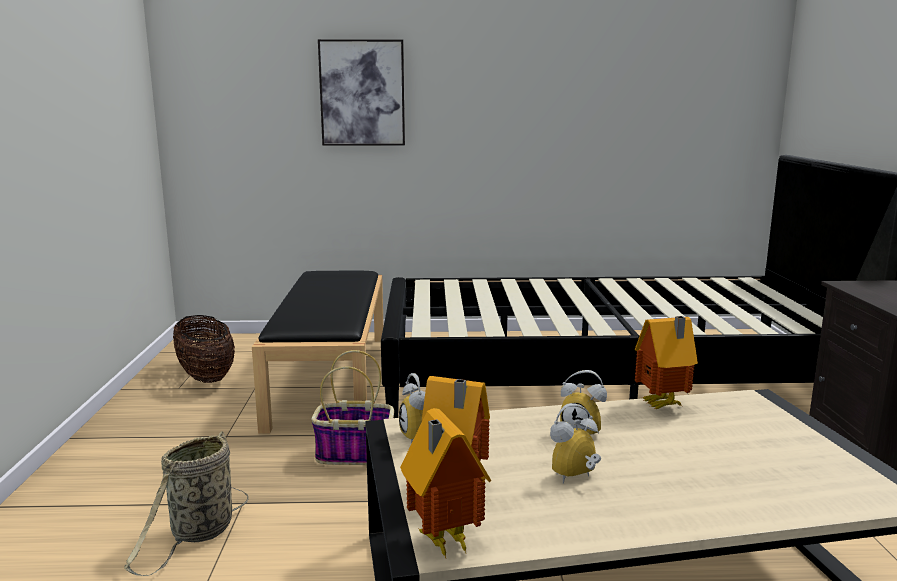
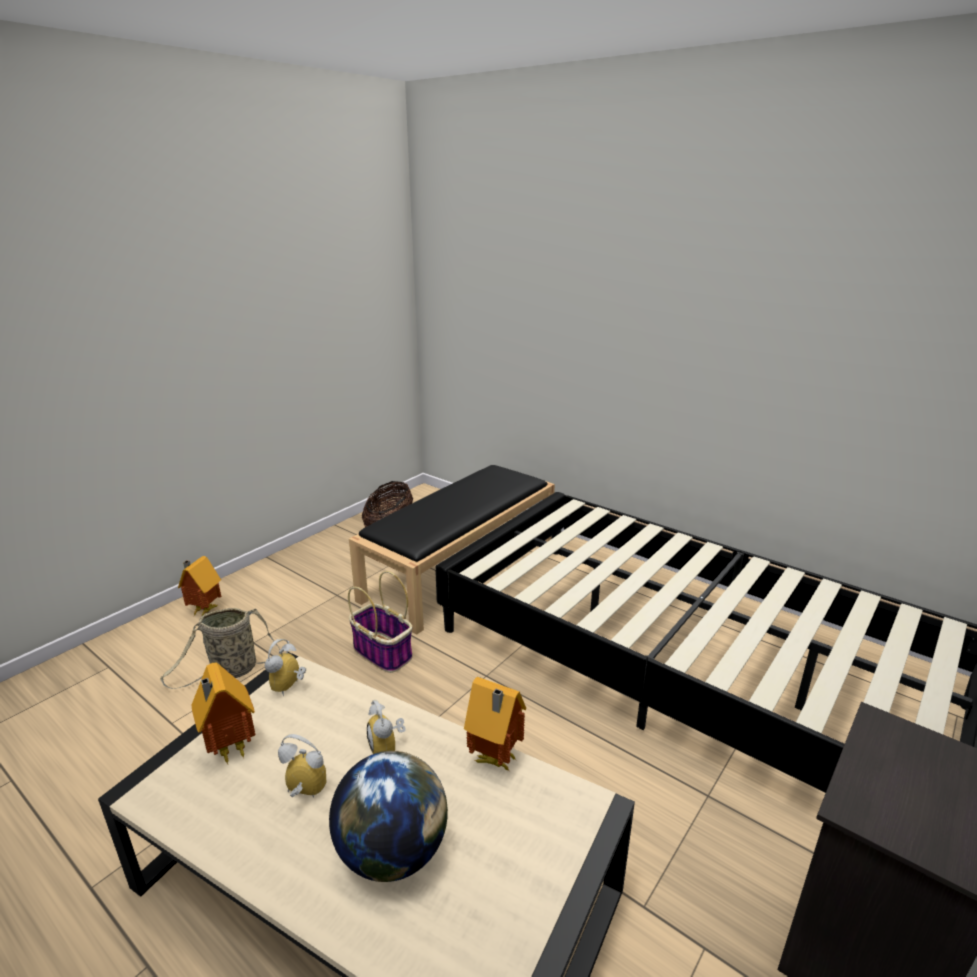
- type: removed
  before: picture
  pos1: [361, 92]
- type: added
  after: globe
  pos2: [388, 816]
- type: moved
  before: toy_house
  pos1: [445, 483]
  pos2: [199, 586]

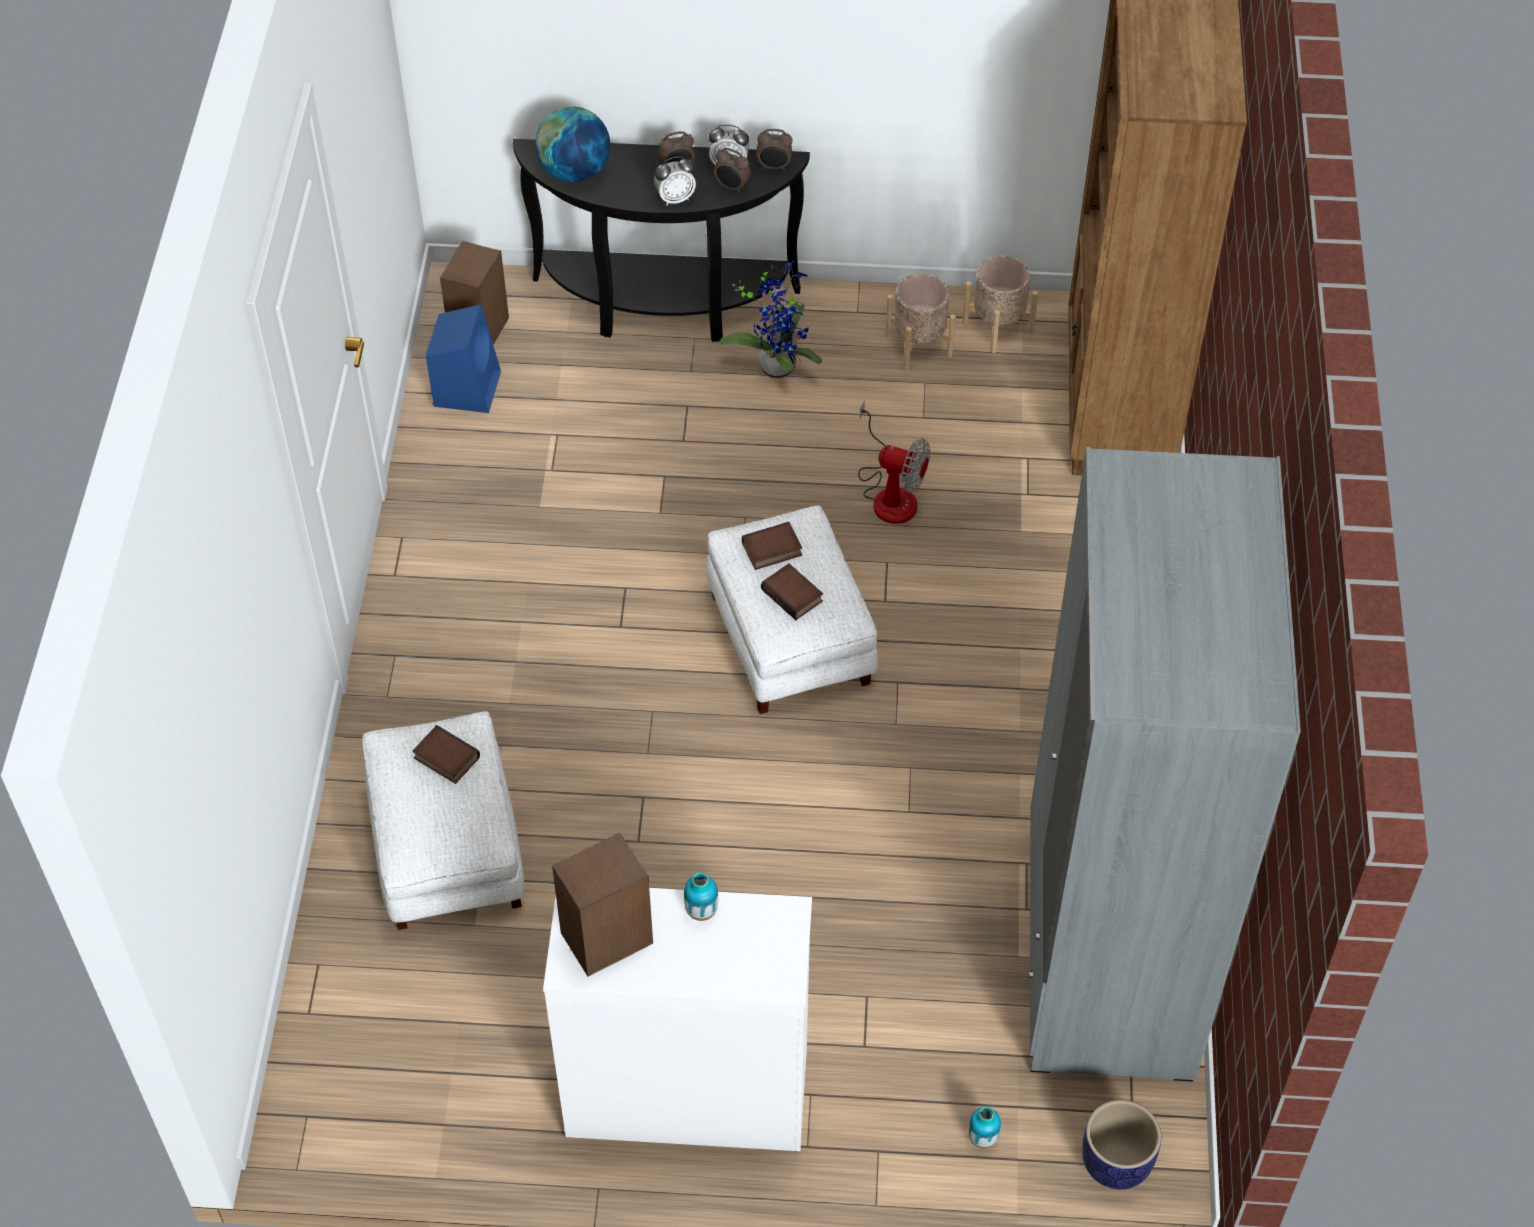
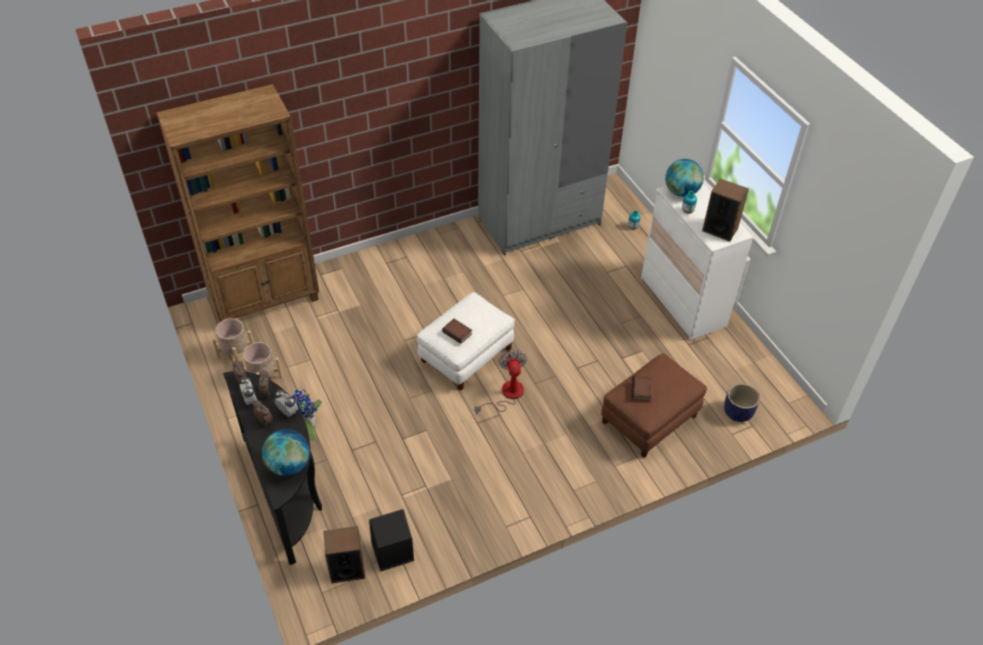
- type: removed
  before: book
  pos1: [792, 591]
- type: added
  after: globe
  pos2: [684, 178]
- type: moved
  before: fan
  pos1: [894, 462]
  pos2: [500, 382]
- type: moved
  before: planter
  pos1: [1121, 1144]
  pos2: [742, 402]
- type: recoloured
  before: white_ottoman
  after: brown_ottoman
  pos1: [443, 820]
  pos2: [654, 405]
- type: recoloured
  before: blue_speaker
  after: black_speaker
  pos1: [463, 358]
  pos2: [391, 540]

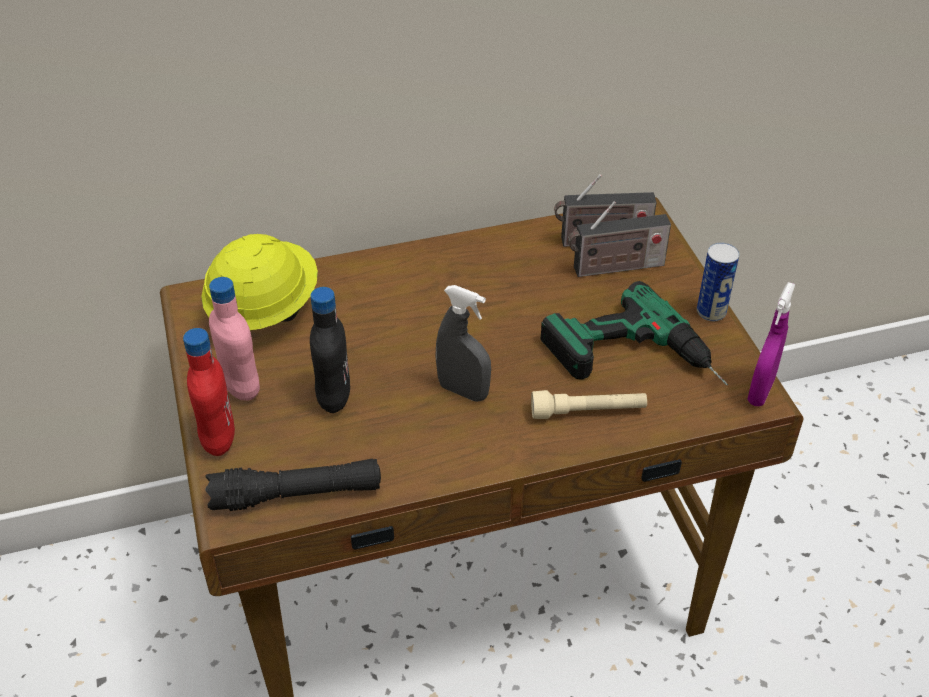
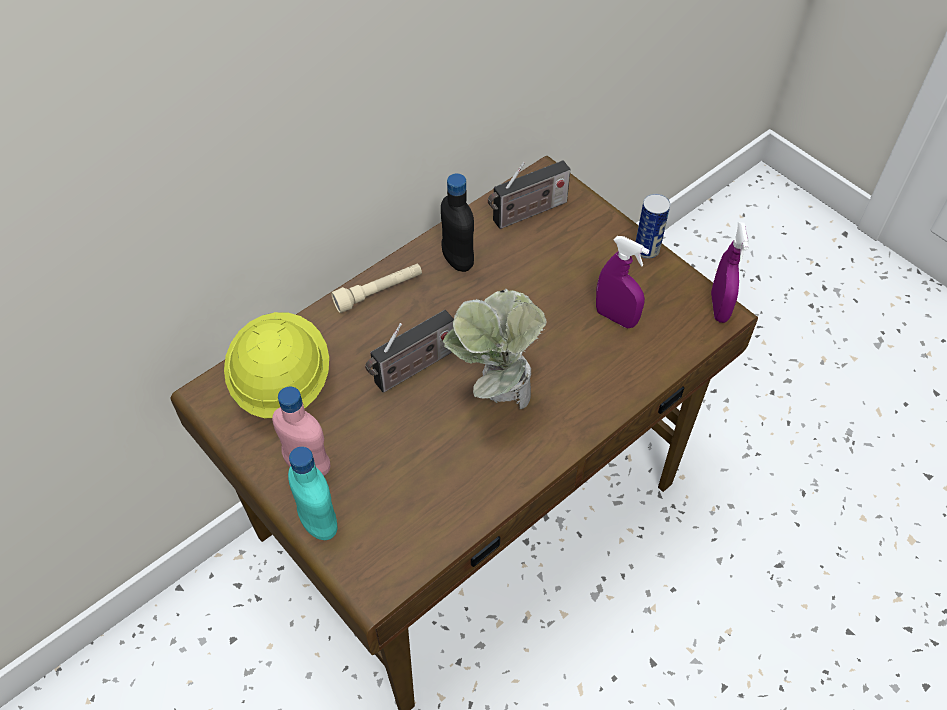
- type: removed
  before: black_flashlight
  pos1: [293, 485]
- type: moved
  before: black_bottle
  pos1: [330, 350]
  pos2: [457, 222]
- type: moved
  before: beige_flashlight
  pos1: [589, 404]
  pos2: [376, 288]
- type: moved
  before: radio
  pos1: [619, 239]
  pos2: [409, 351]
- type: replaced
  before: grey_spray_bottle
  after: potted_plant
  pos1: [463, 343]
  pos2: [495, 349]
- type: replaced
  before: power_drill
  after: purple_spray_bottle
  pos1: [634, 333]
  pos2: [622, 282]
- type: recoloured
  before: red_bottle
  after: turquoise_bottle
  pos1: [209, 392]
  pos2: [312, 493]

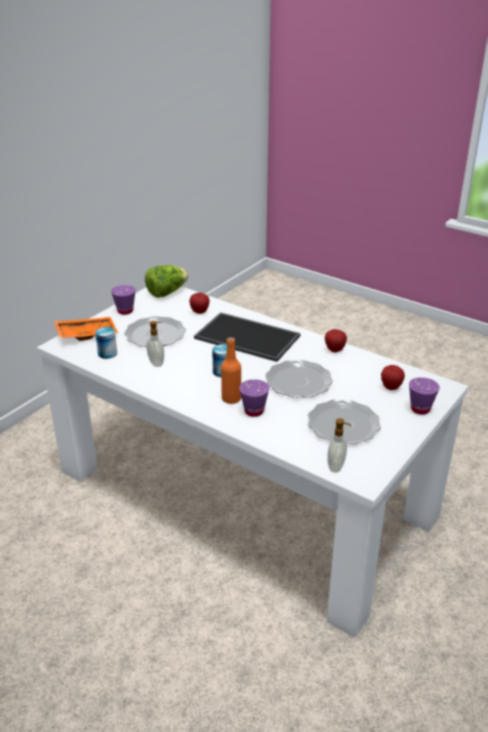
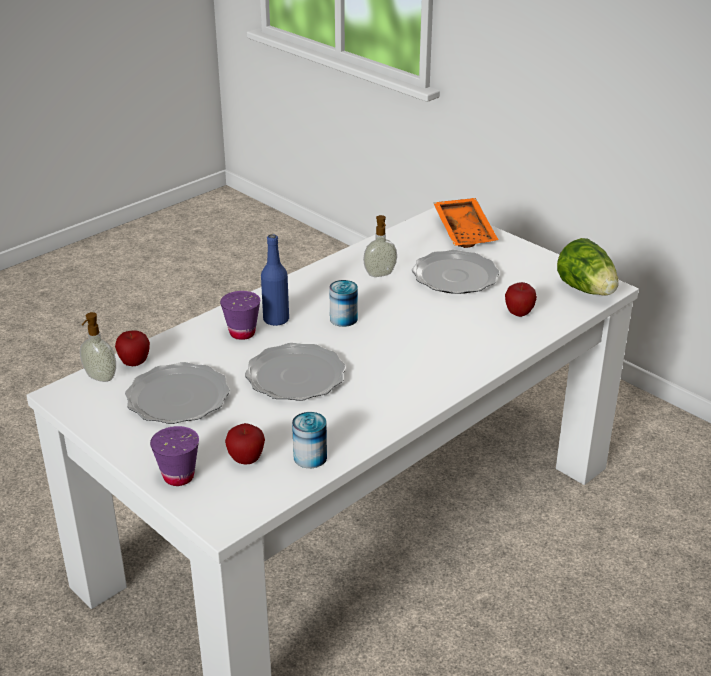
- type: removed
  before: purple_cup
  pos1: [123, 300]
- type: removed
  before: tray
  pos1: [247, 337]
- type: moved
  before: can
  pos1: [106, 343]
  pos2: [309, 440]
- type: moved
  before: apple
  pos1: [336, 341]
  pos2: [132, 348]
- type: recoloured
  before: orange_bottle
  after: blue_bottle
  pos1: [231, 370]
  pos2: [275, 280]

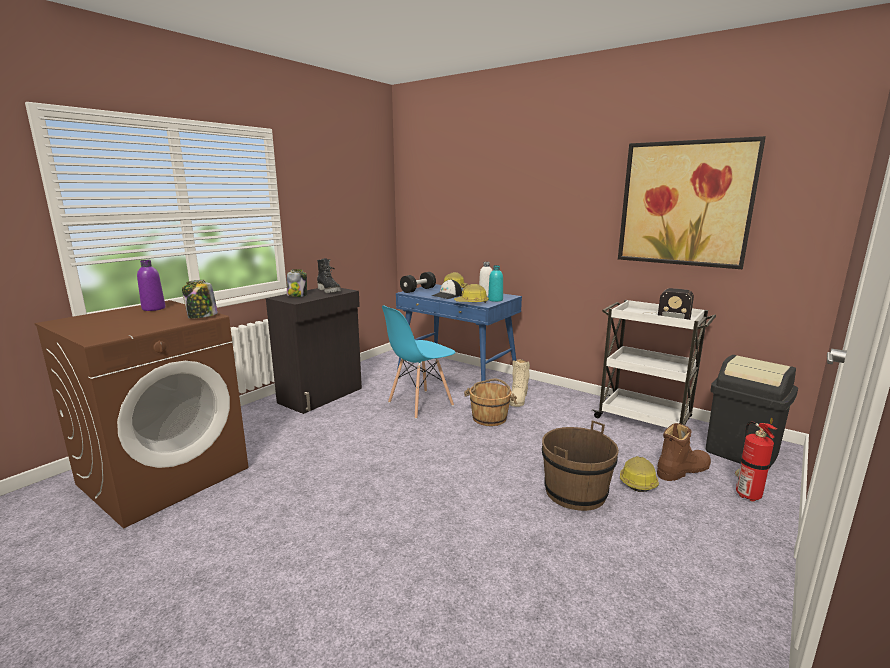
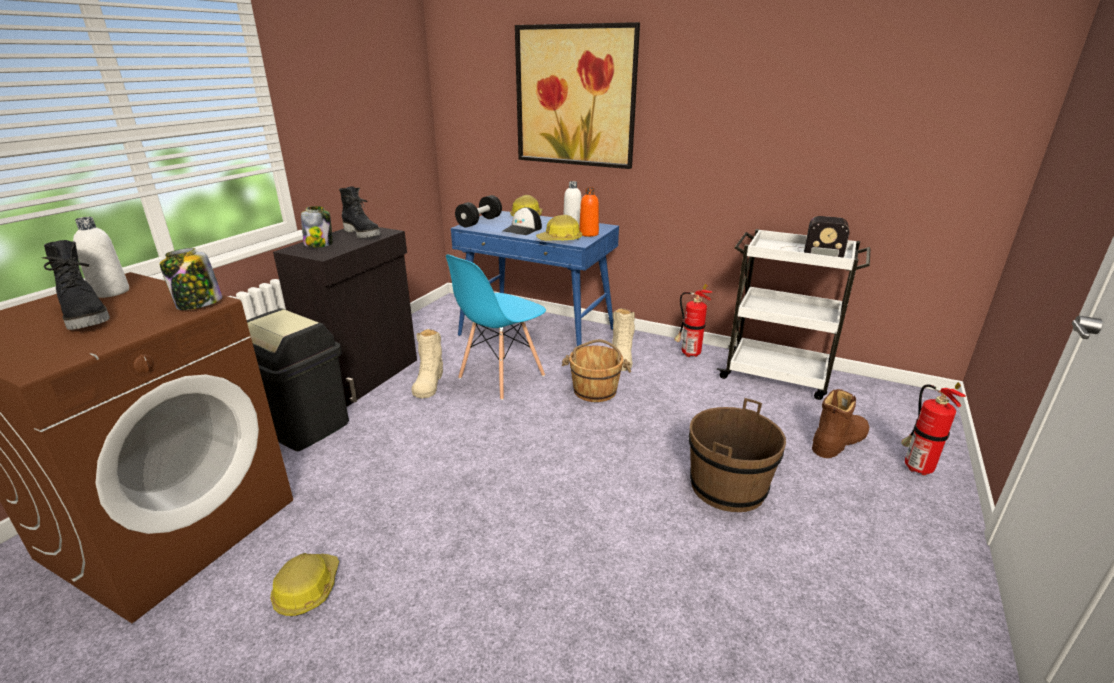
- type: added
  after: black_boot
  pos2: [76, 285]
- type: added
  after: beige_boot
  pos2: [427, 363]
- type: added
  after: fire_extinguisher
  pos2: [693, 320]
- type: moved
  before: picture
  pos1: [692, 202]
  pos2: [577, 95]
- type: moved
  before: hard_hat
  pos1: [639, 474]
  pos2: [304, 584]
- type: moved
  before: black_trash_can
  pos1: [751, 411]
  pos2: [298, 380]
- type: recoloured
  before: purple_bottle
  after: white_bottle
  pos1: [151, 285]
  pos2: [101, 257]
- type: recoloured
  before: turquoise_bottle
  after: orange_bottle
  pos1: [495, 283]
  pos2: [589, 212]

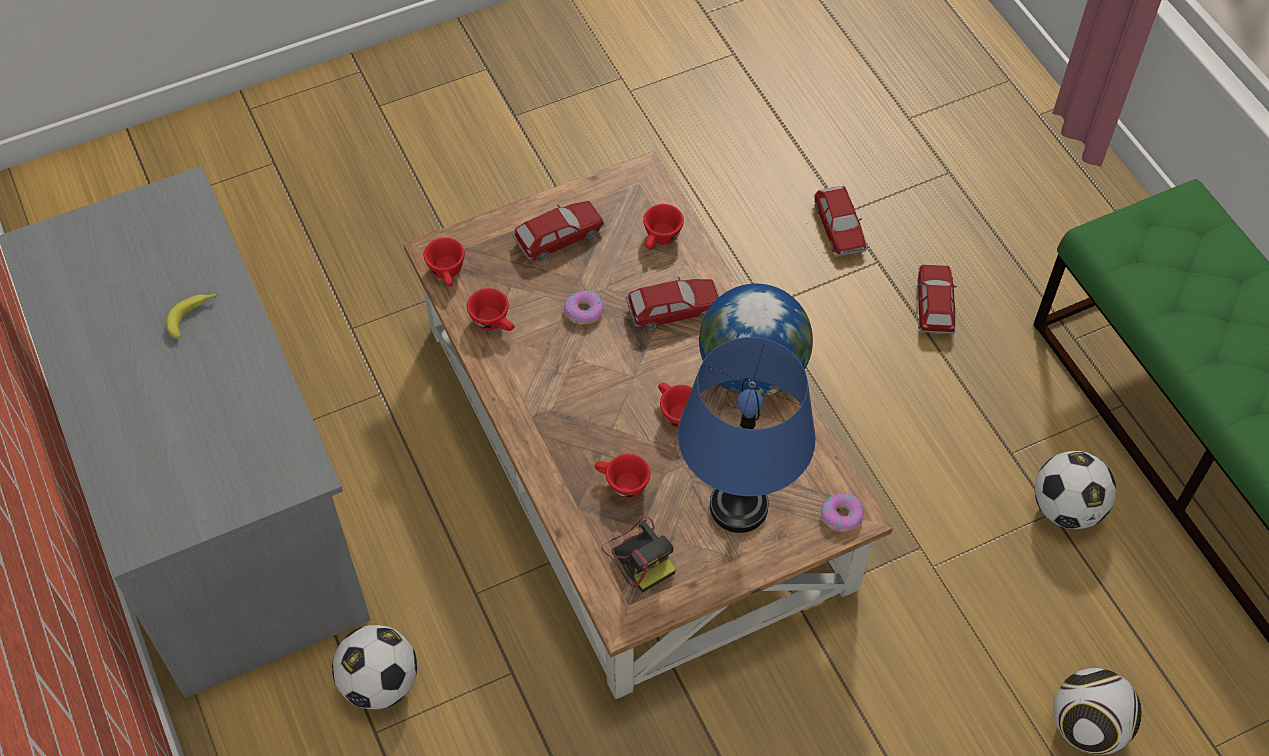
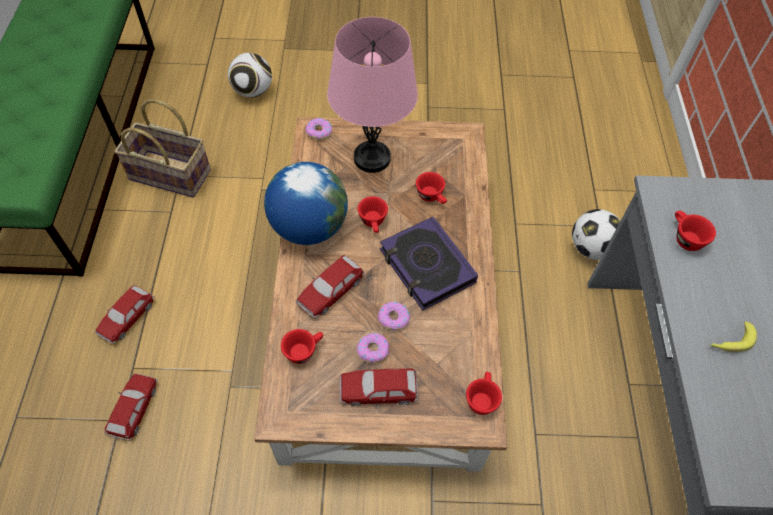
- type: removed
  before: photo_camera
  pos1: [639, 555]
- type: added
  after: donut
  pos2: [373, 348]
- type: added
  after: book
  pos2: [429, 264]
- type: moved
  before: red_cup
  pos1: [491, 309]
  pos2: [695, 231]
- type: replaced
  before: football
  after: basket
  pos1: [1075, 490]
  pos2: [162, 148]
- type: recoloured
  before: blue_table_lamp
  after: pink_table_lamp
  pos1: [747, 435]
  pos2: [372, 95]
- type: turned
  before: toy_car
  pos1: [673, 304]
  pos2: [330, 286]
  turn: -60

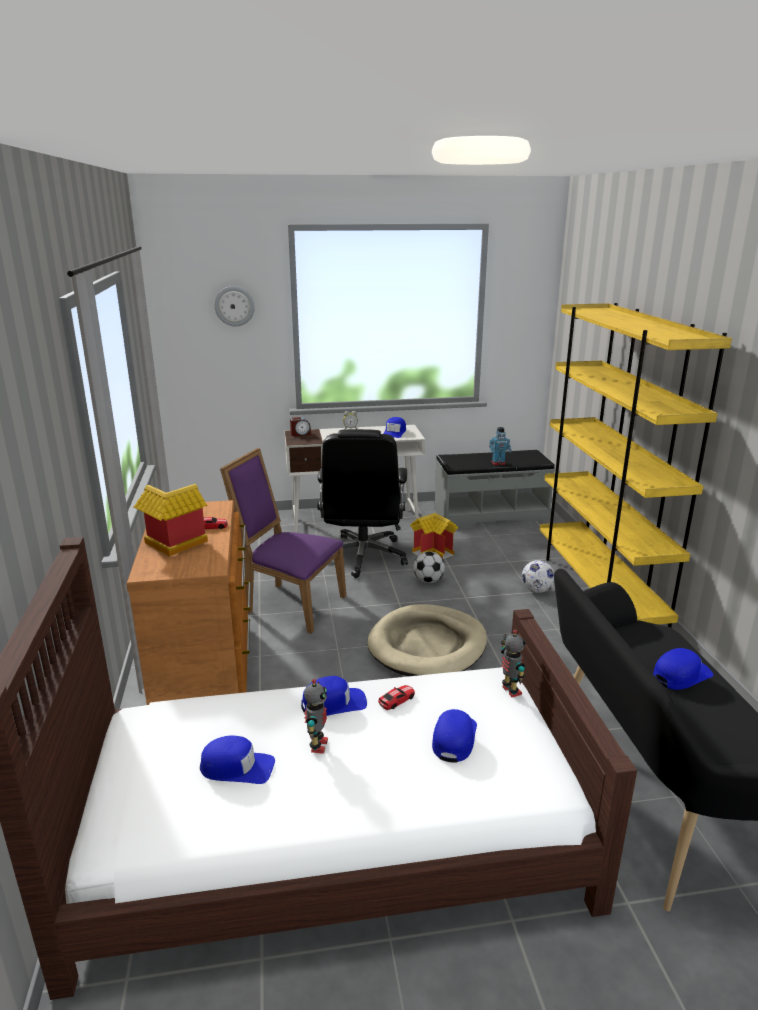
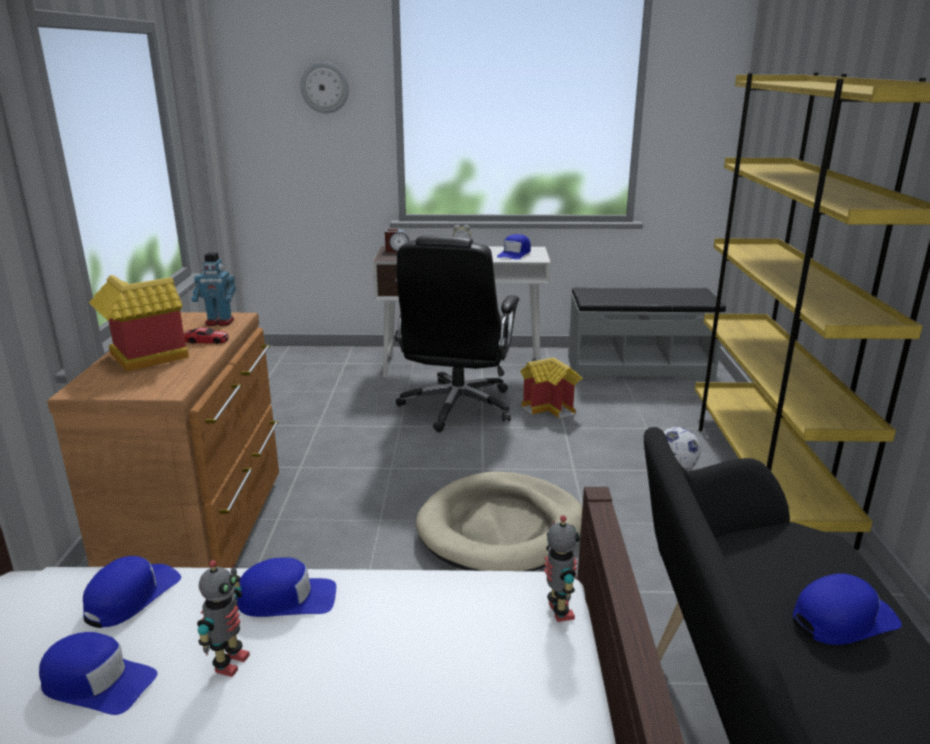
- type: removed
  before: purple_chair
  pos1: [283, 541]
- type: removed
  before: toy_car
  pos1: [396, 697]
- type: removed
  before: football
  pos1: [429, 567]
- type: moved
  before: blue_cap
  pos1: [454, 736]
  pos2: [132, 592]
- type: moved
  before: toy_robot
  pos1: [500, 446]
  pos2: [214, 289]

